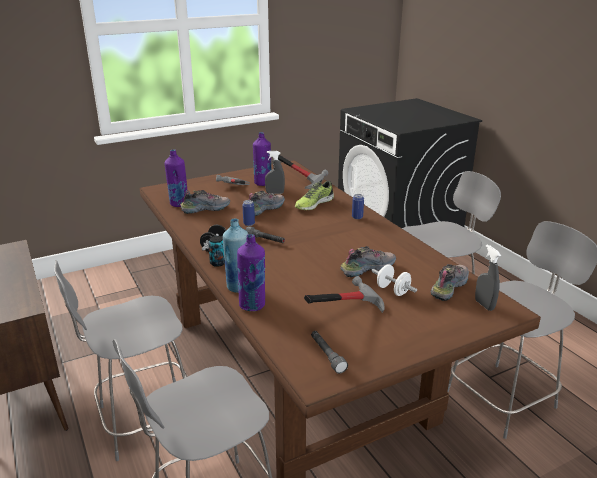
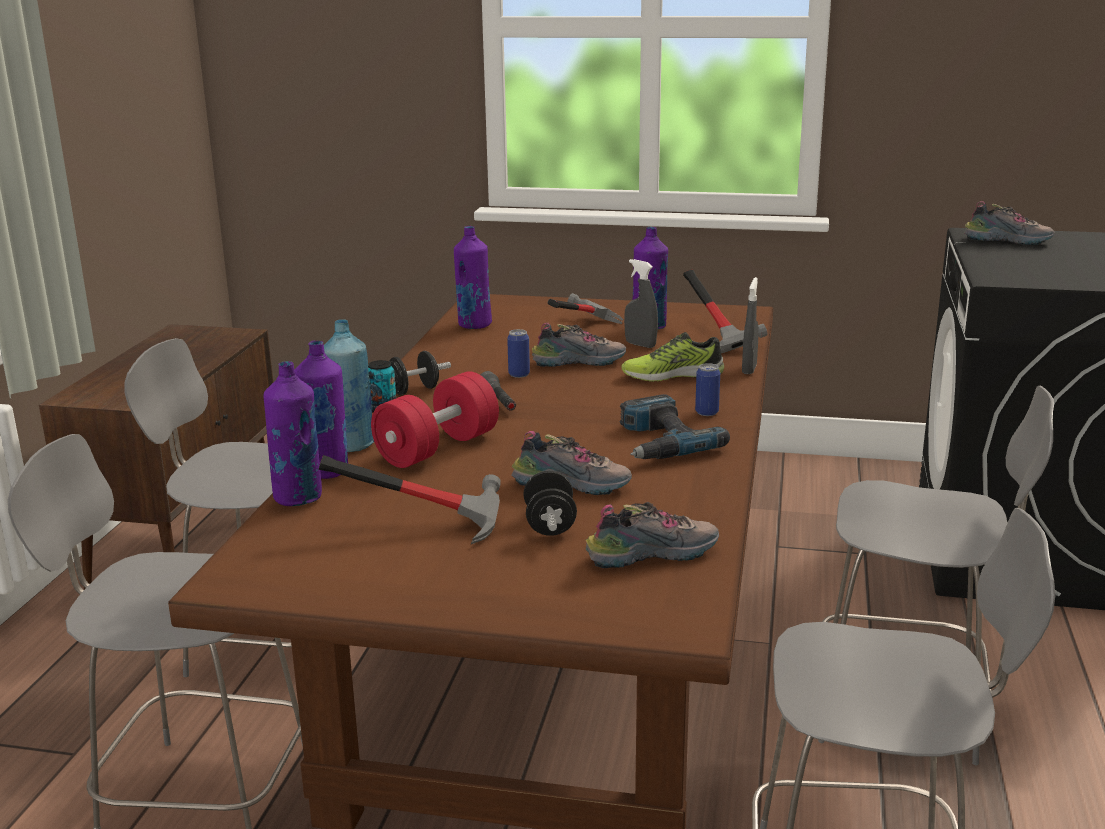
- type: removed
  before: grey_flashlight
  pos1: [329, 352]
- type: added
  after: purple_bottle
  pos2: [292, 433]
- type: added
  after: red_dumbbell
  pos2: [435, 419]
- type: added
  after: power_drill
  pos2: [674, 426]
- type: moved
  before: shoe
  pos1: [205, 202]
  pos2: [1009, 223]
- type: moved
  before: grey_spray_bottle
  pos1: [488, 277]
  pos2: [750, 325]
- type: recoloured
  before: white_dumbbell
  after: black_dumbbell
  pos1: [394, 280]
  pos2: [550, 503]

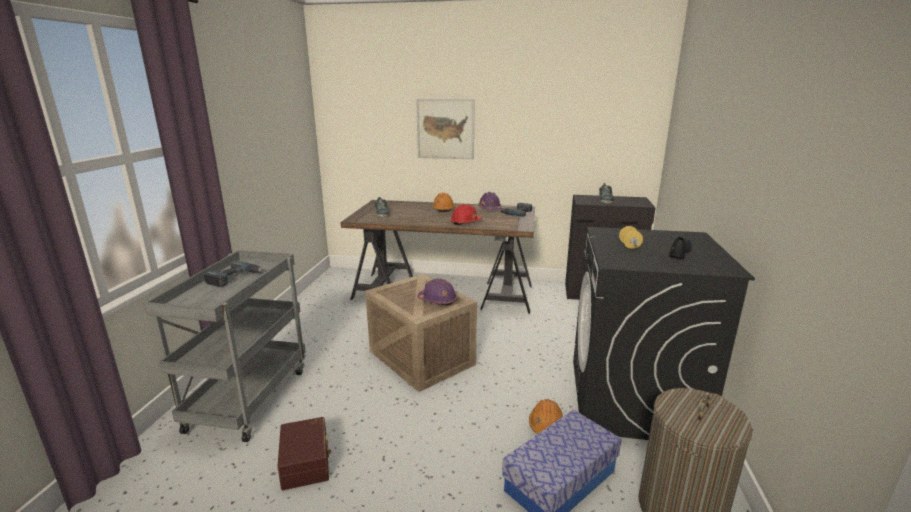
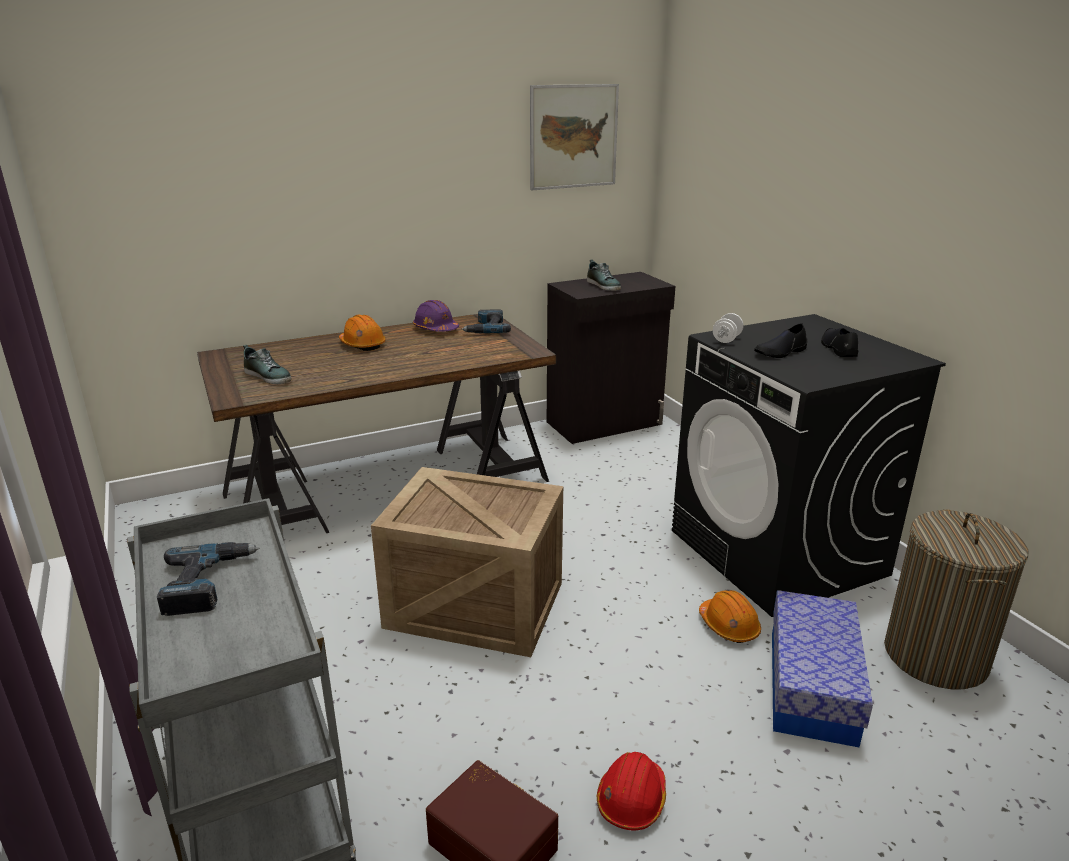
- type: removed
  before: purple_hard_hat
  pos1: [438, 292]
- type: added
  after: white_dumbbell
  pos2: [728, 328]
- type: moved
  before: picture
  pos1: [445, 129]
  pos2: [574, 137]
- type: moved
  before: red_hard_hat
  pos1: [466, 214]
  pos2: [631, 791]
- type: replaced
  before: yellow_dumbbell
  after: black_shoe
  pos1: [631, 237]
  pos2: [780, 340]

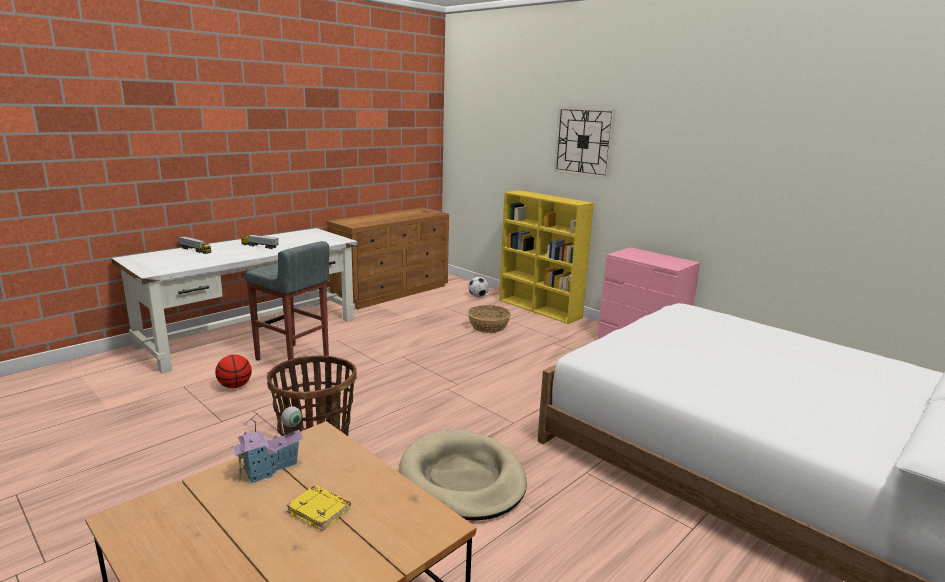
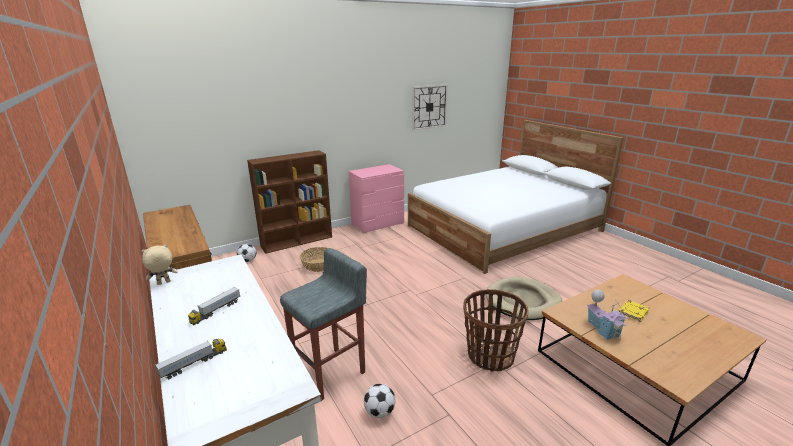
- type: added
  after: beige_plush_toy
  pos2: [159, 264]
- type: moved
  before: wall_clock
  pos1: [585, 143]
  pos2: [430, 107]
- type: replaced
  before: basketball
  after: football
  pos1: [233, 371]
  pos2: [379, 401]
- type: recoloured
  before: yellow_bookcase
  after: brown_bookcase
  pos1: [546, 257]
  pos2: [289, 202]

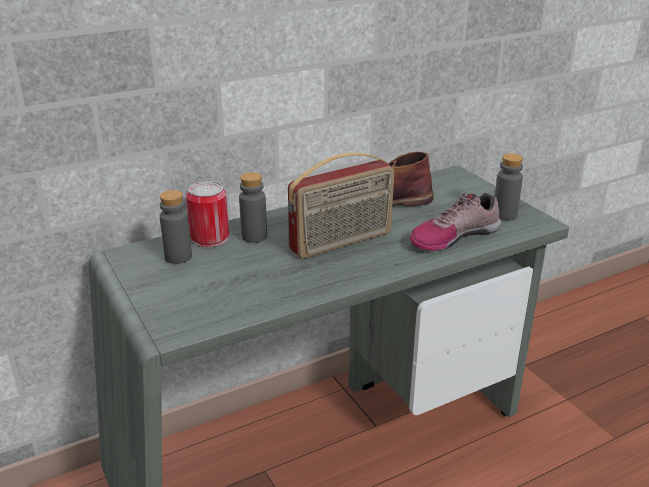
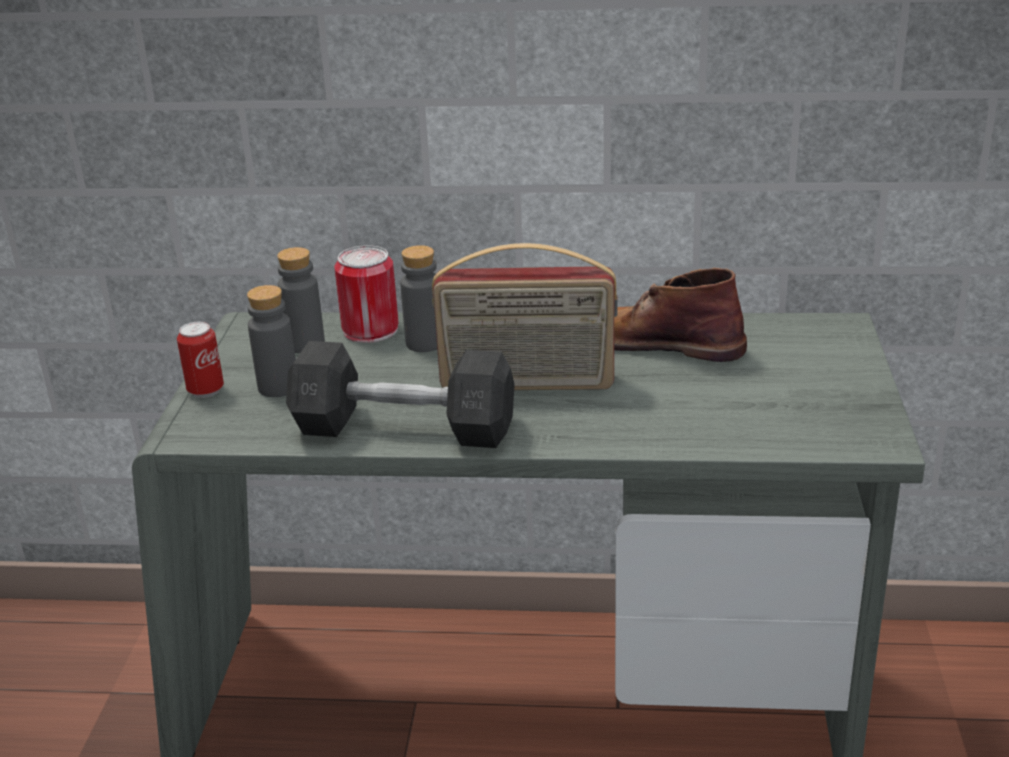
- type: removed
  before: shoe
  pos1: [455, 222]
- type: added
  after: can
  pos2: [200, 360]
- type: added
  after: grey_dumbbell
  pos2: [400, 394]
- type: moved
  before: grey_bottle
  pos1: [509, 186]
  pos2: [271, 341]

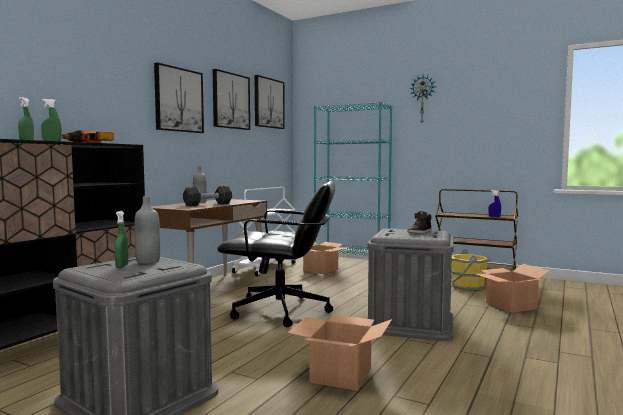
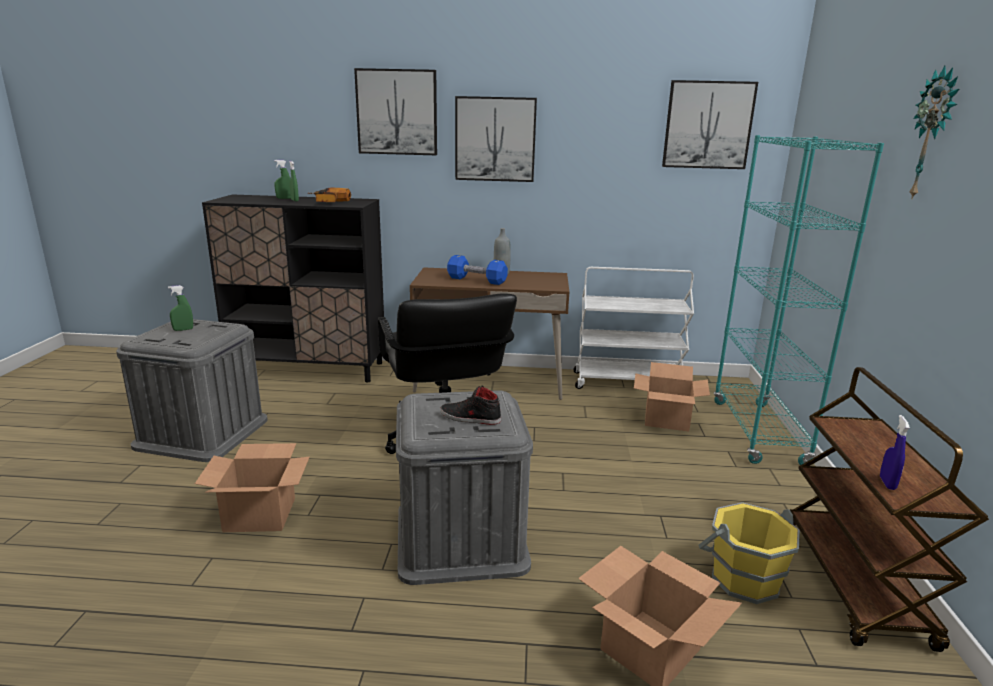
- type: removed
  before: grey_bottle
  pos1: [147, 230]
- type: moved
  before: picture
  pos1: [231, 99]
  pos2: [395, 111]
- type: recoloured
  before: black_dumbbell
  after: blue_dumbbell
  pos1: [207, 196]
  pos2: [477, 270]

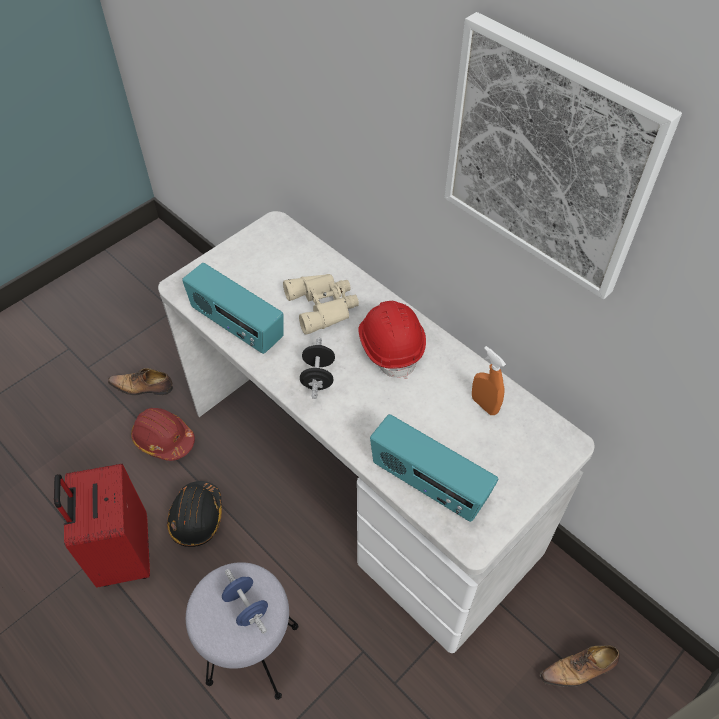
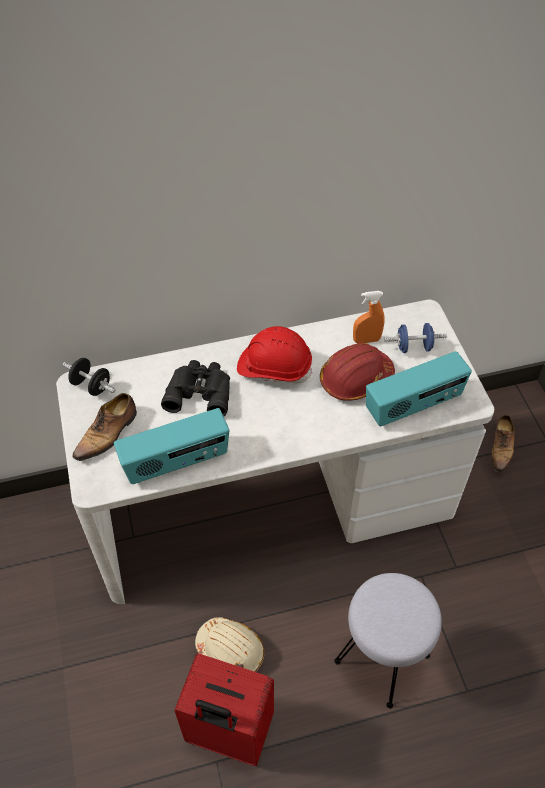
- type: removed
  before: picture
  pos1: [563, 155]
- type: moved
  before: shoe
  pos1: [140, 382]
  pos2: [104, 427]
- type: moved
  before: red_hard_hat
  pos1: [163, 434]
  pos2: [357, 372]
- type: moved
  before: blue_dumbbell
  pos1: [245, 601]
  pos2: [415, 338]
- type: moved
  before: black_dumbbell
  pos1: [317, 368]
  pos2: [89, 377]
- type: recoloured
  before: black_hard_hat
  after: beige_hard_hat
  pos1: [194, 514]
  pos2: [229, 644]
- type: recoloured
  before: beige_binoculars
  after: black_binoculars
  pos1: [321, 304]
  pos2: [195, 388]

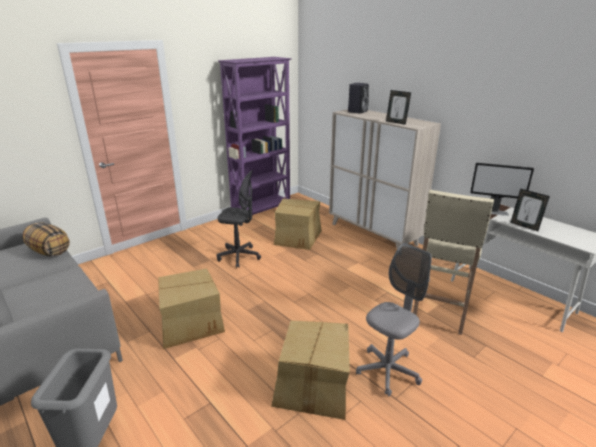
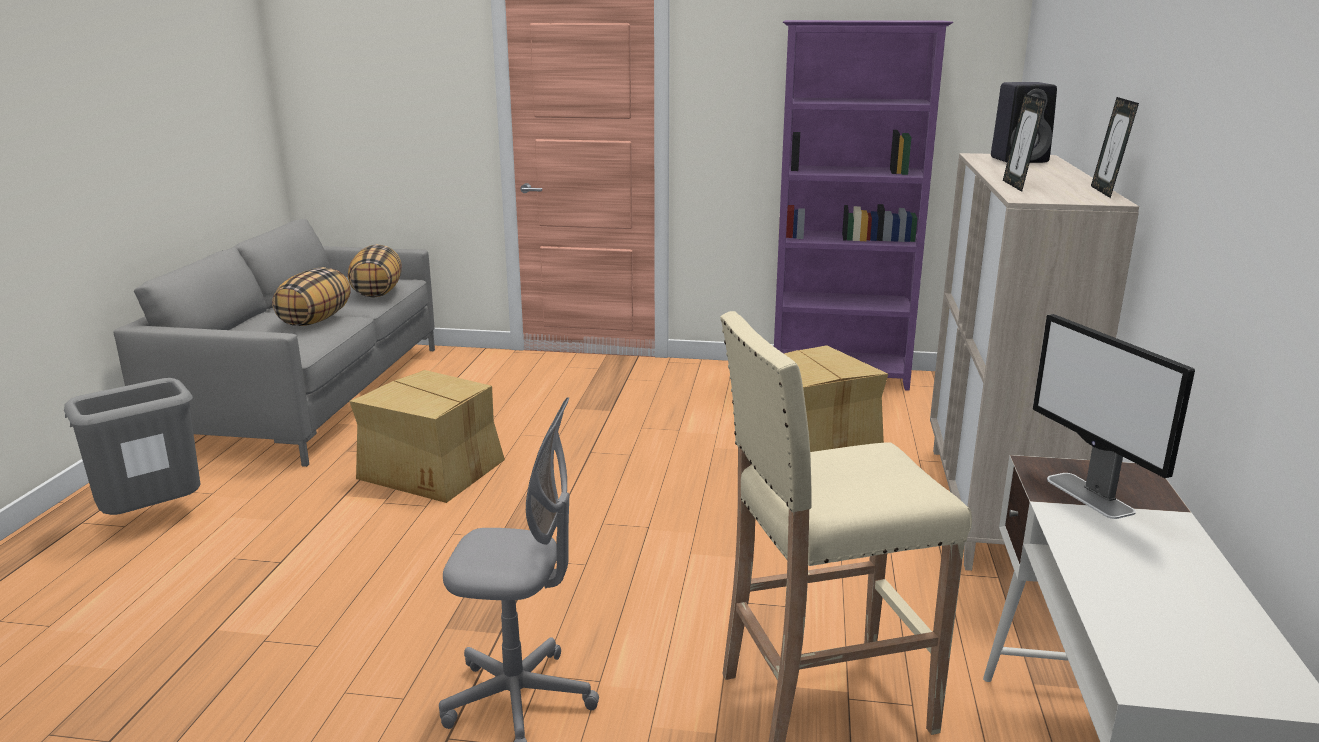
- type: removed
  before: grey_office_chair
  pos1: [239, 219]
- type: removed
  before: cardboard_box
  pos1: [310, 370]
- type: added
  after: pillow
  pos2: [311, 296]
- type: moved
  before: picture_frame
  pos1: [530, 210]
  pos2: [1115, 147]

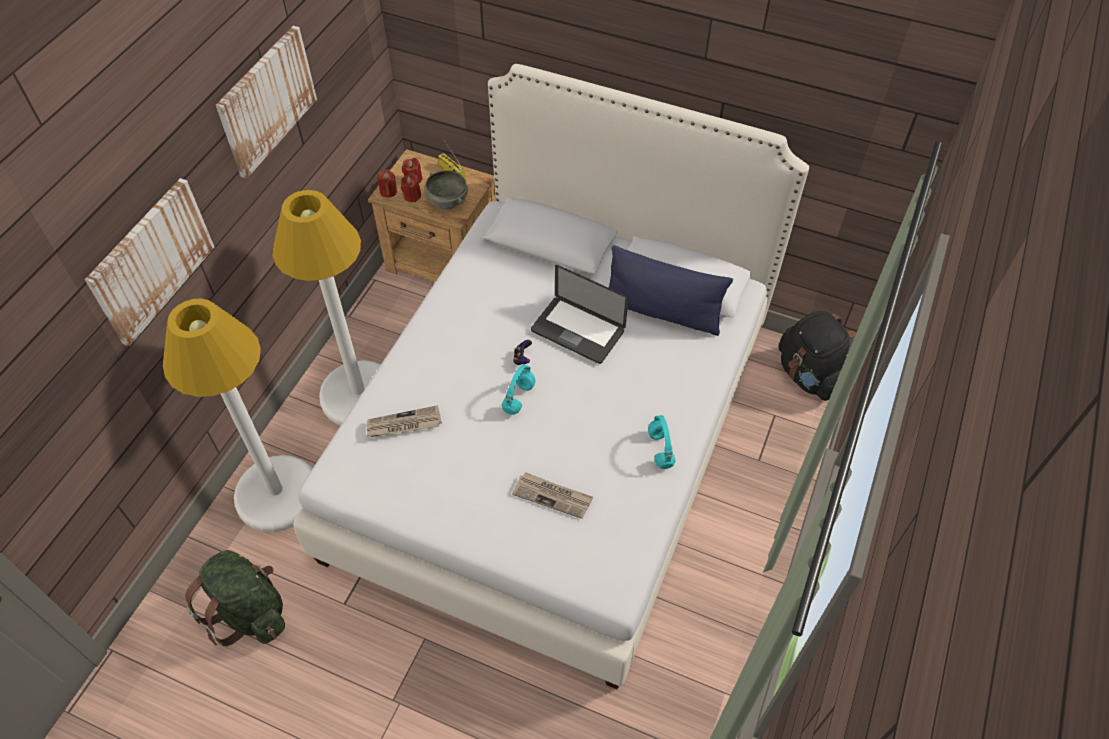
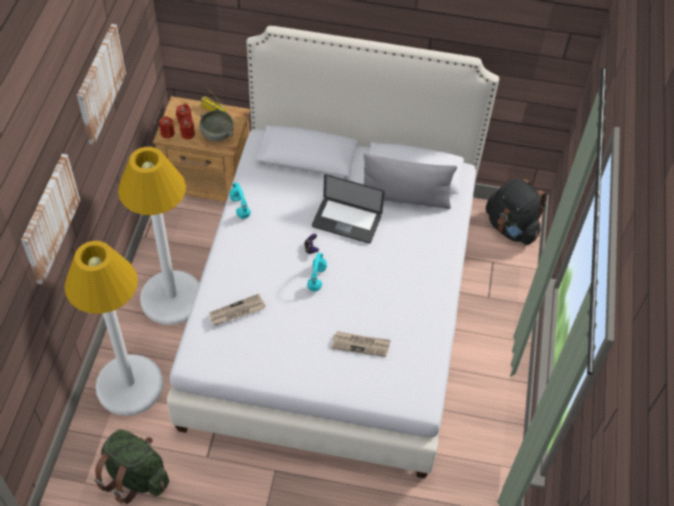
- type: moved
  before: turquoise_headphones
  pos1: [662, 442]
  pos2: [240, 200]
- type: recoloured
  before: blue_pillow
  after: grey_pillow
  pos1: [671, 290]
  pos2: [410, 181]

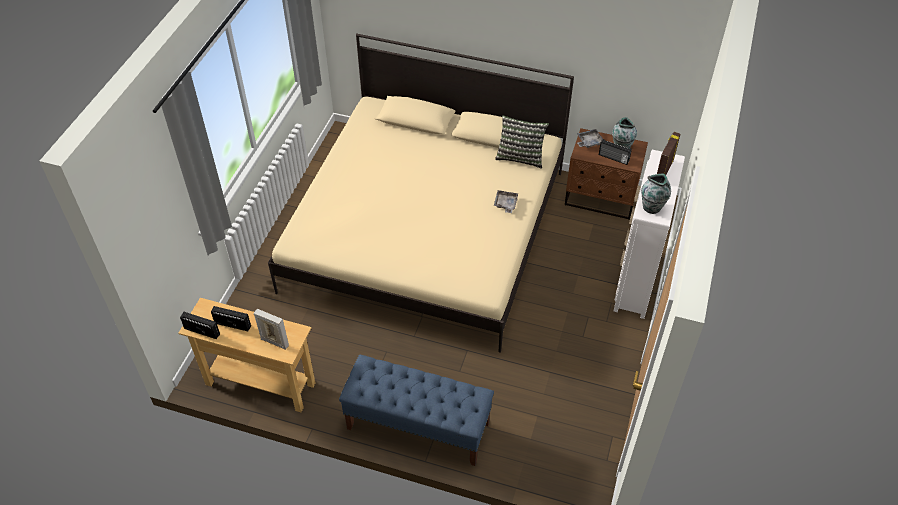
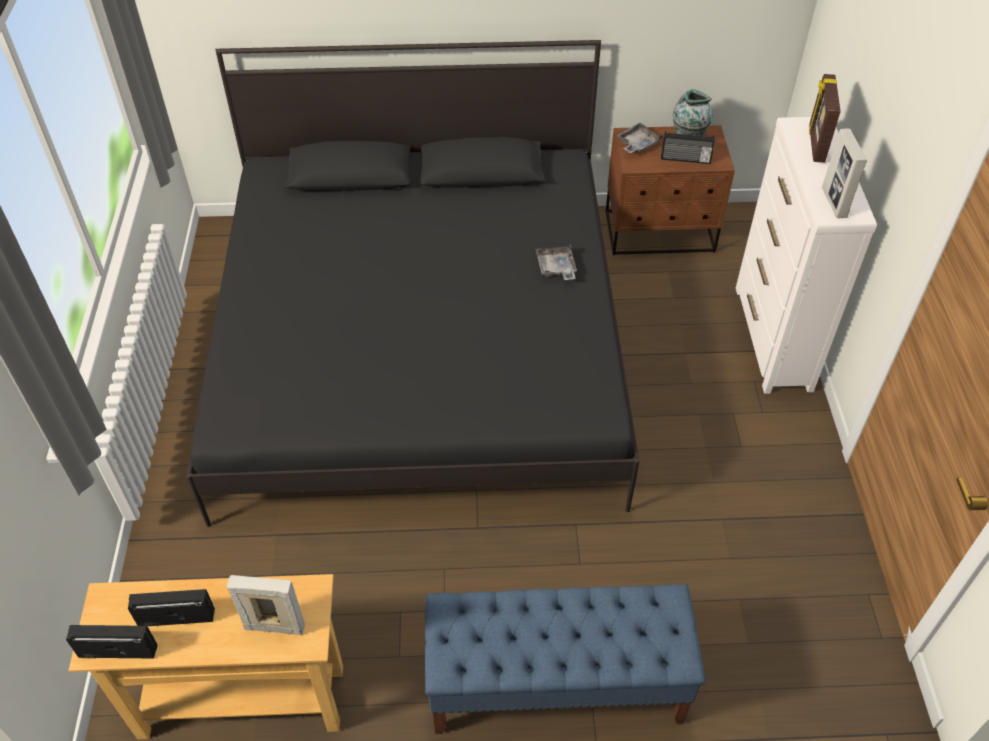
- type: removed
  before: pillow
  pos1: [522, 142]
- type: replaced
  before: vase
  after: picture_frame
  pos1: [656, 193]
  pos2: [844, 173]
- type: recoloured
  before: beige_bed
  after: black_bed
  pos1: [421, 193]
  pos2: [413, 283]

